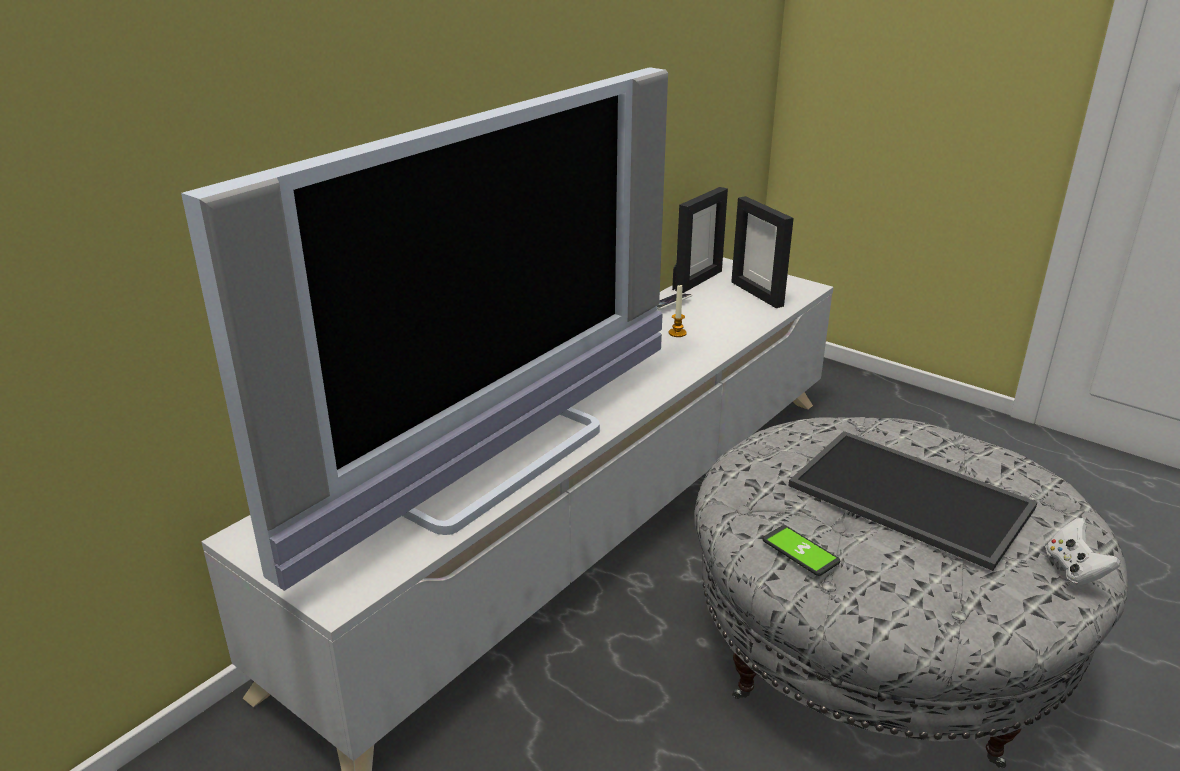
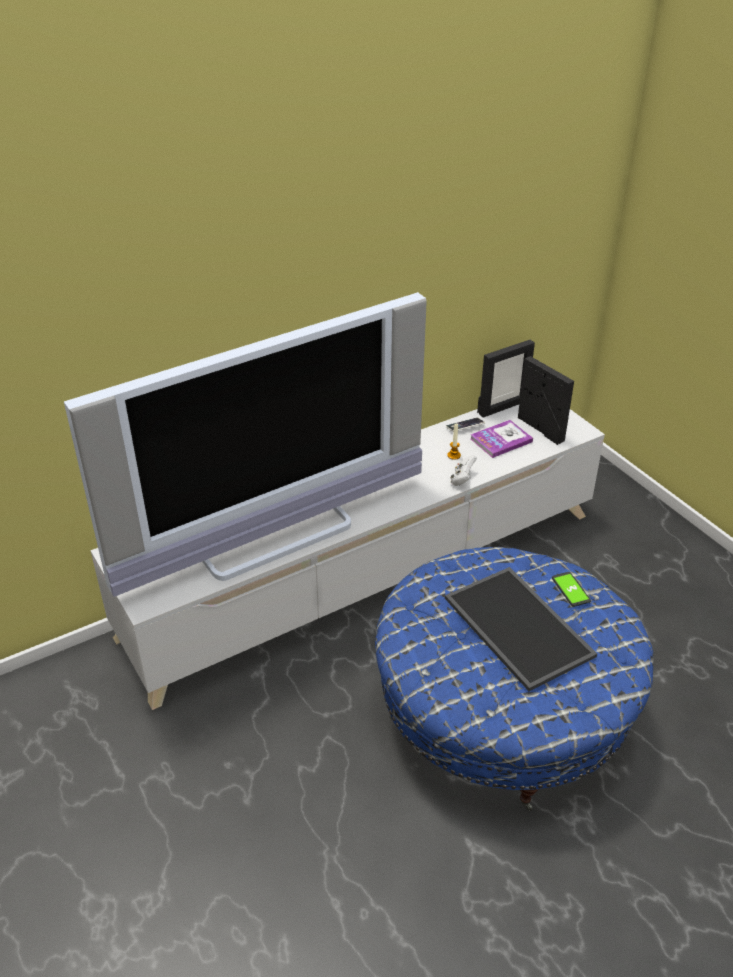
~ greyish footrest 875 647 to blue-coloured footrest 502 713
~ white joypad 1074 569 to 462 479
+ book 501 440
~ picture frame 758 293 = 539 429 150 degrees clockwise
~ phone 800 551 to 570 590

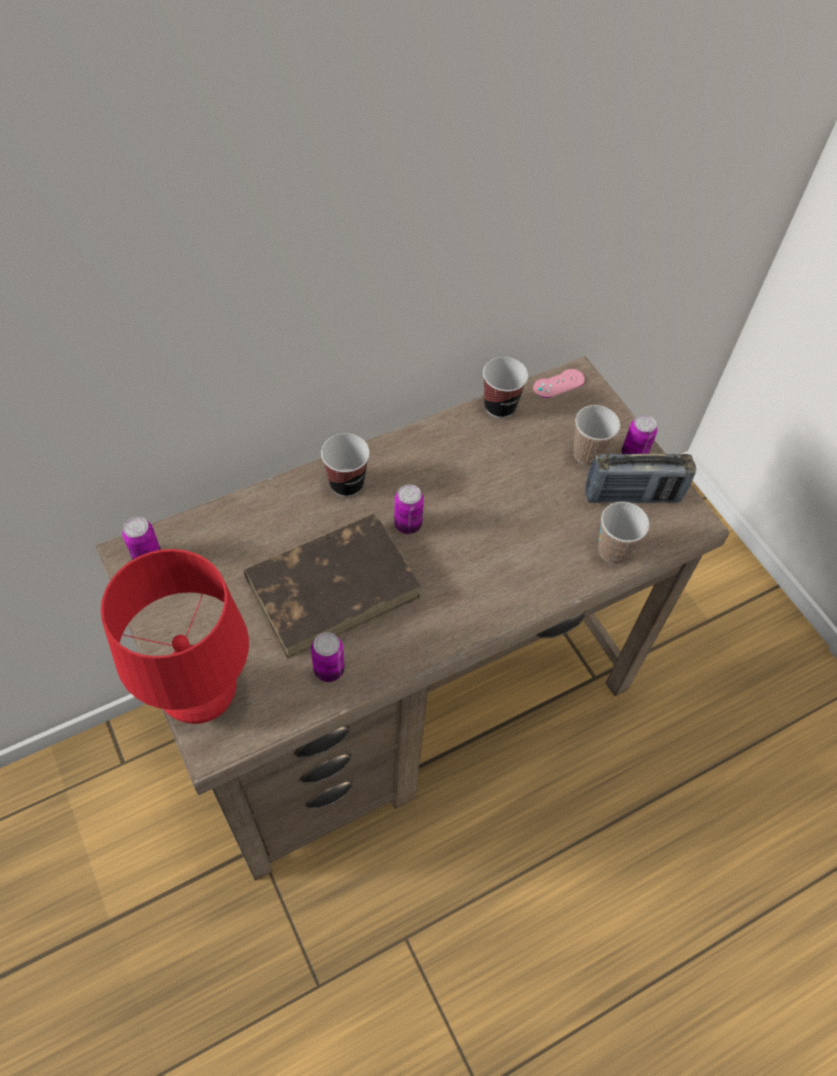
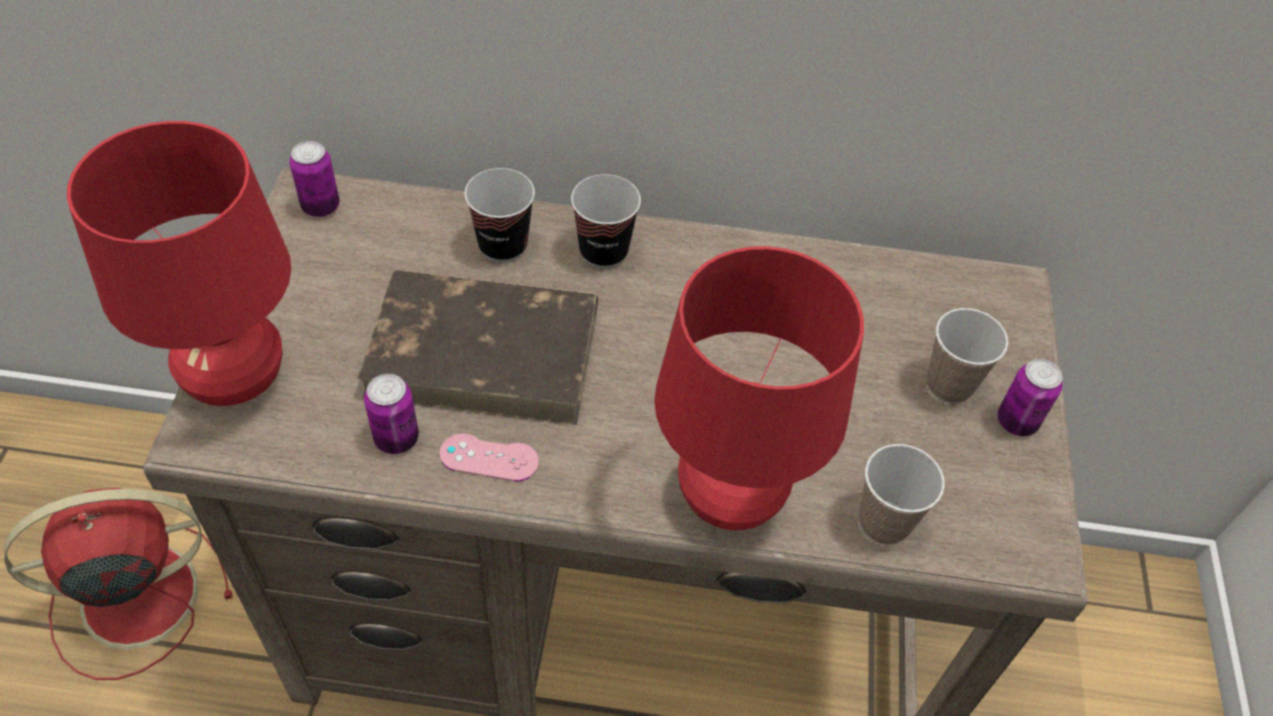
+ red electric fan 134 597
~ pink-coloured joypad 558 384 to 489 458
~ cup 500 406 to 503 245
+ red table lamp 729 499
- can 408 524
- radio receiver 632 496

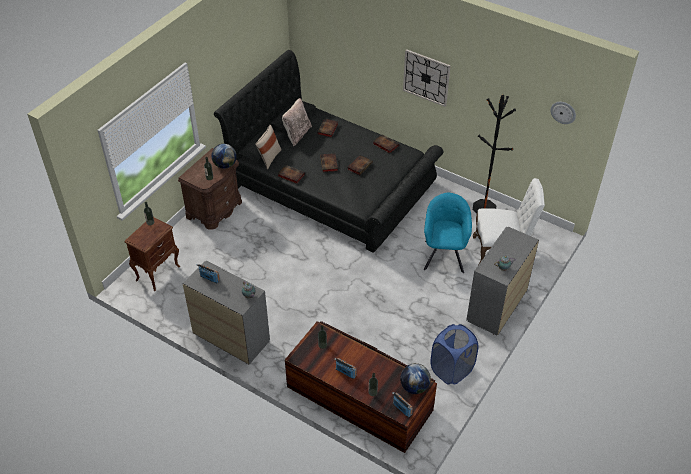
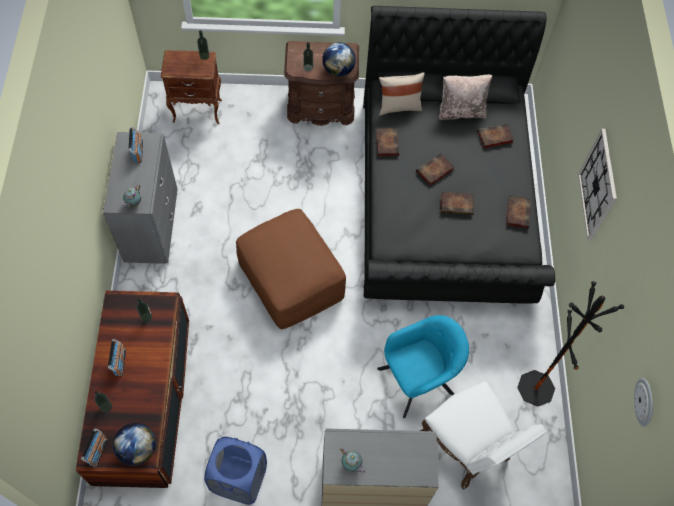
+ brownish footrest 290 278

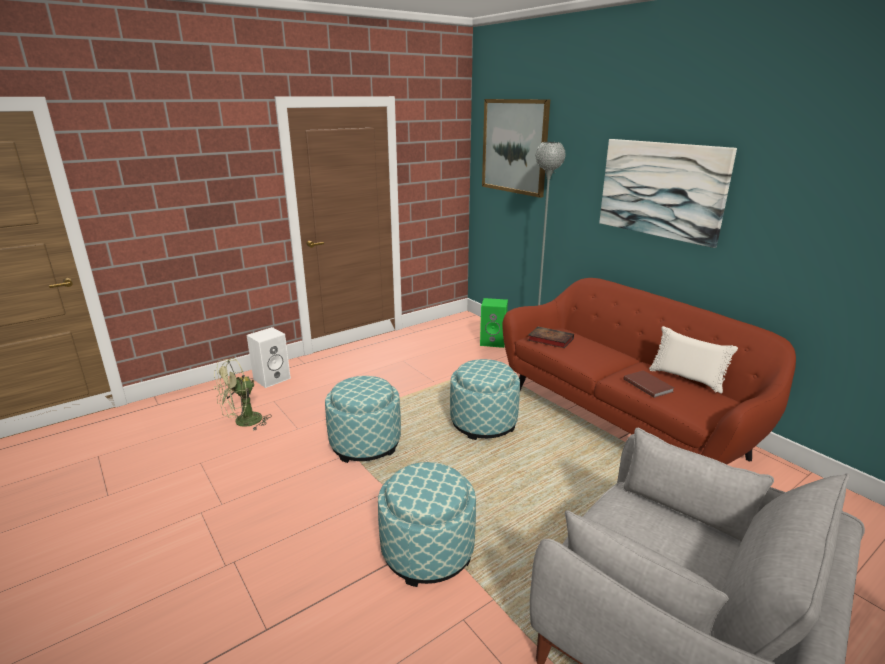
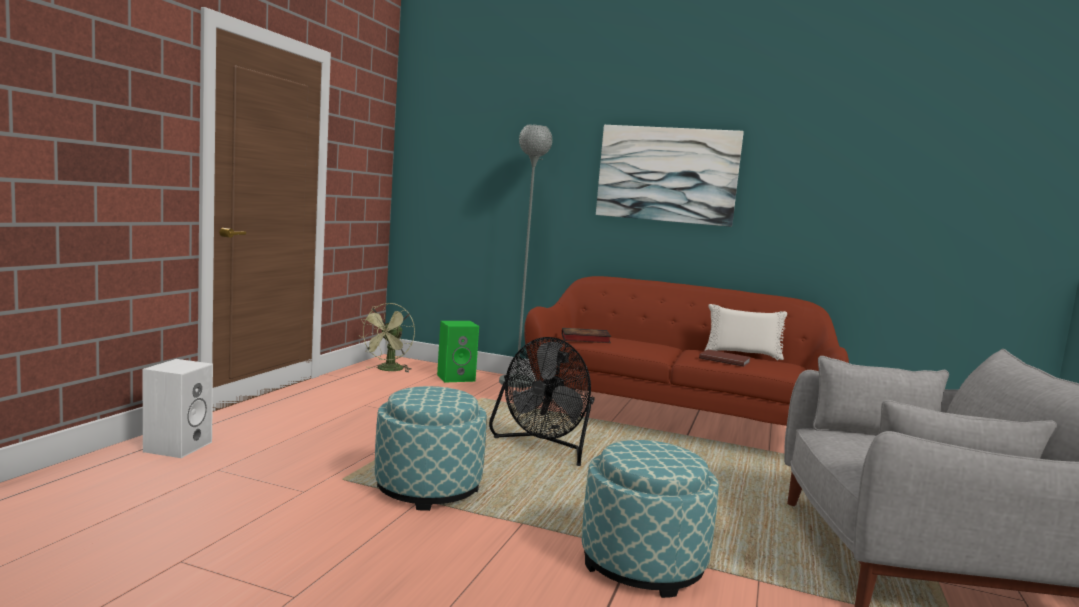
~ green-coloured electric fan 243 422 to 388 370
~ footrest 483 423 to blackish electric fan 544 445
- wall art 514 146

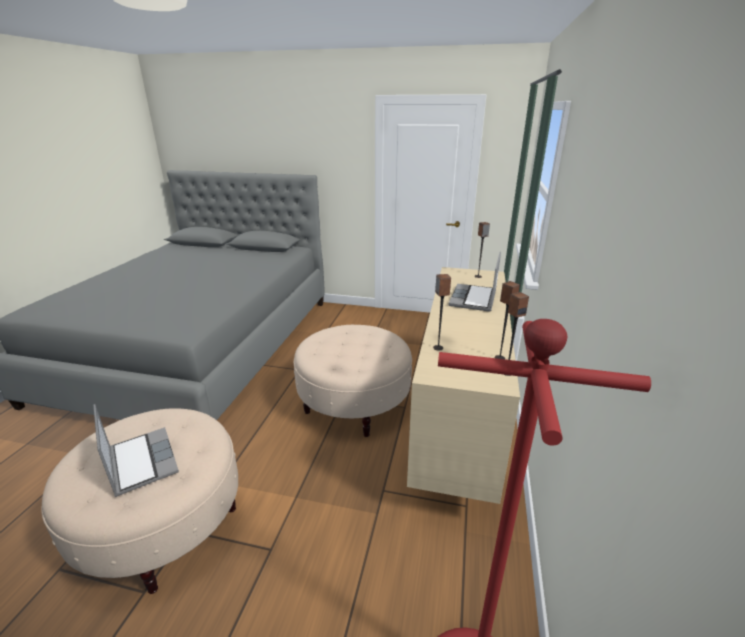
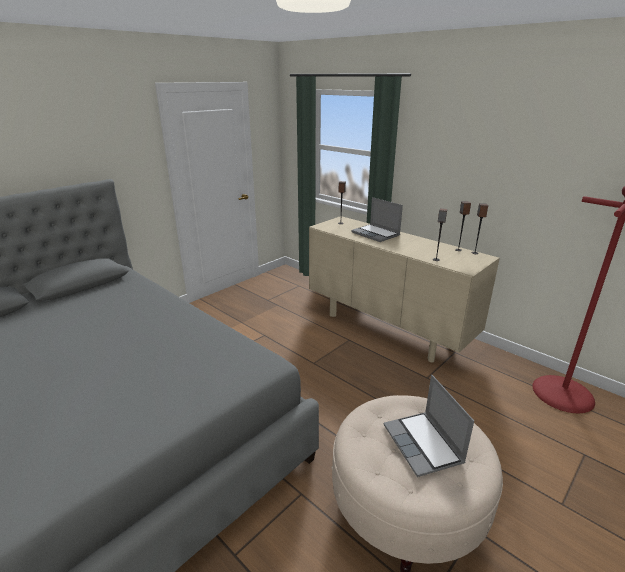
~ notebook computer 141 461 = 424 445 105 degrees counterclockwise
- sand-coloured footrest 354 403

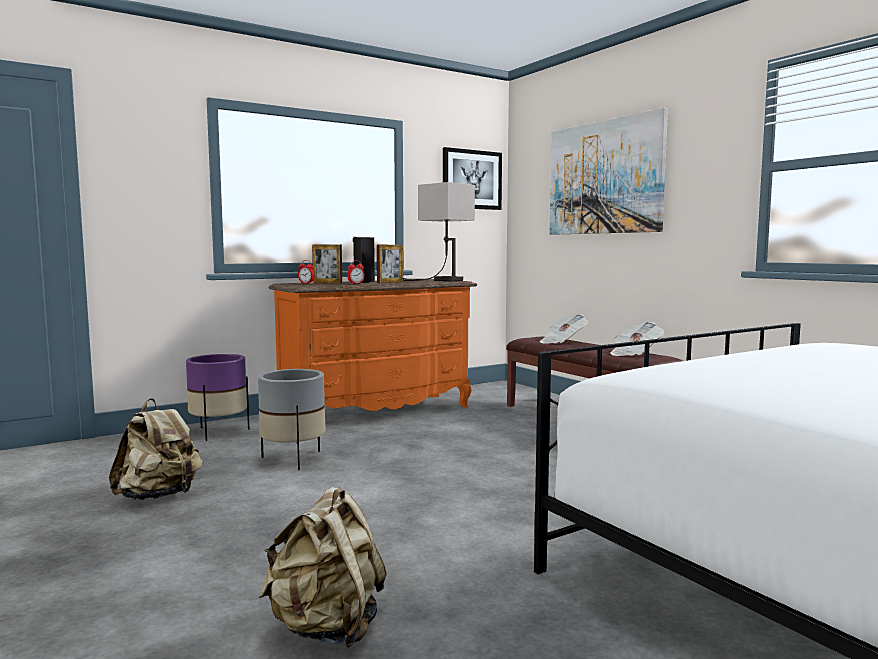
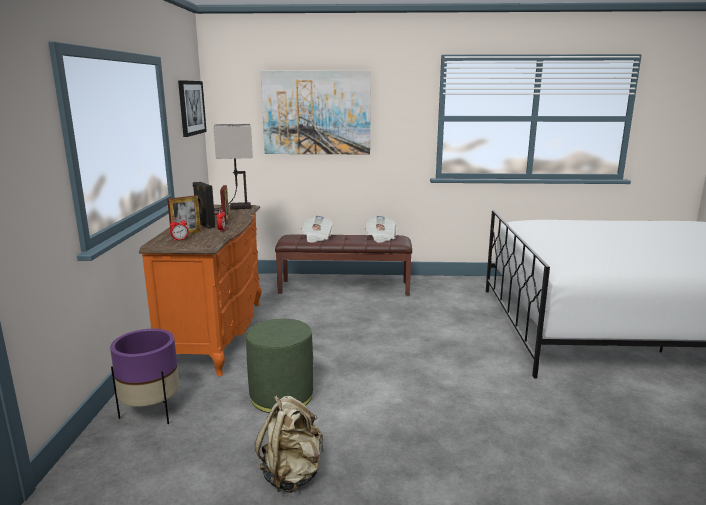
~ greyish planter 293 459 to green-coloured footrest 281 396
- sand-coloured rucksack 327 627

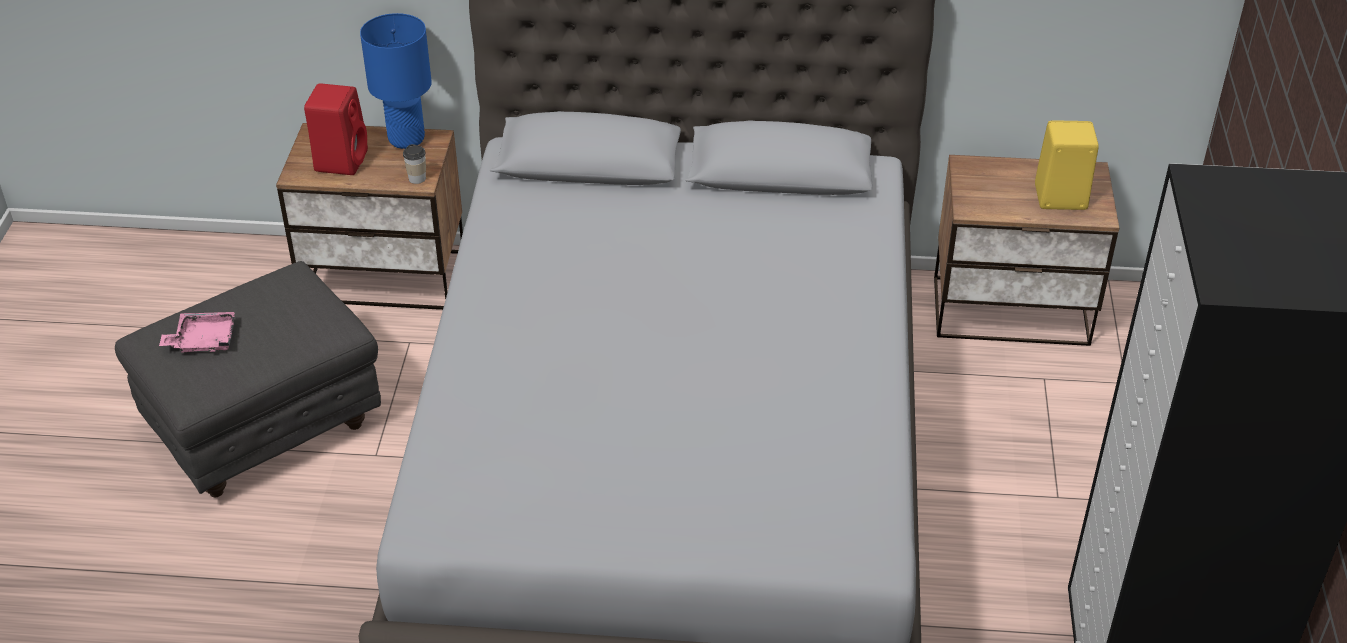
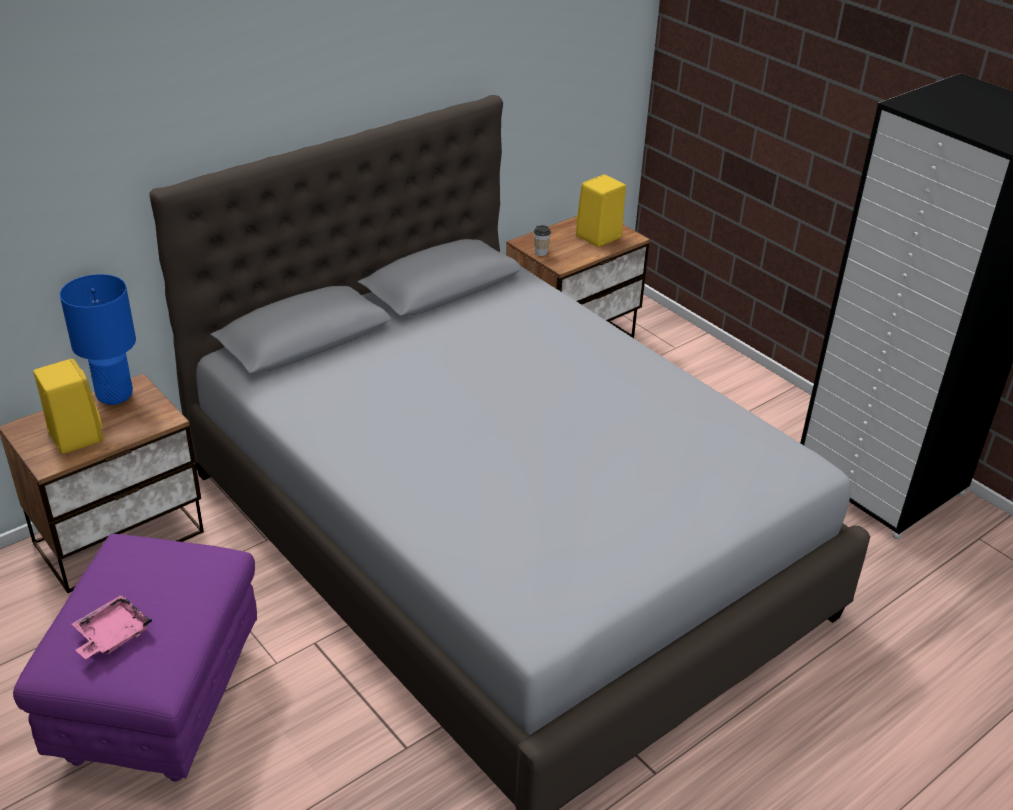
~ greyish footrest 265 430 to purple footrest 158 703
~ red loudspeaker 341 160 to yellow loudspeaker 74 435
~ cup 417 178 to 541 253

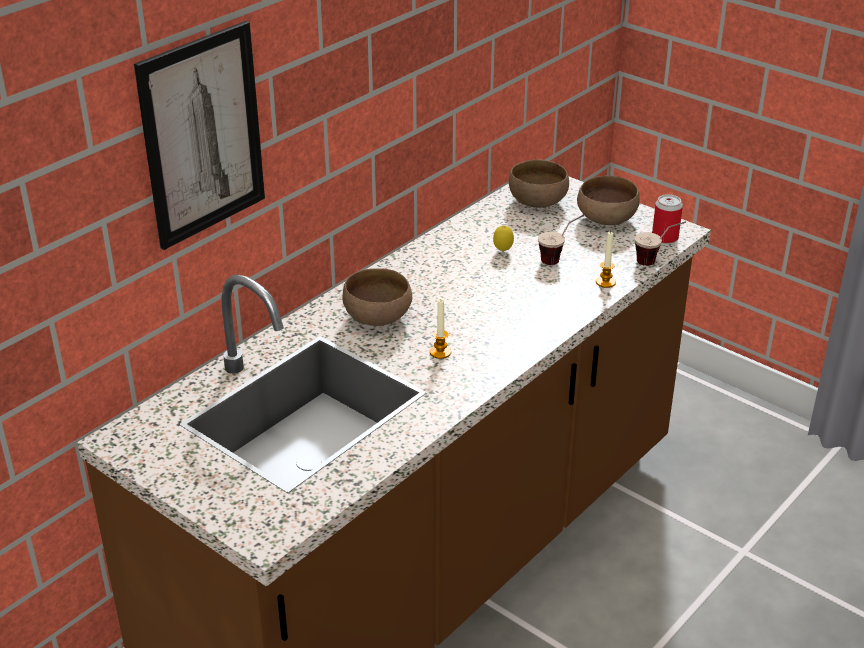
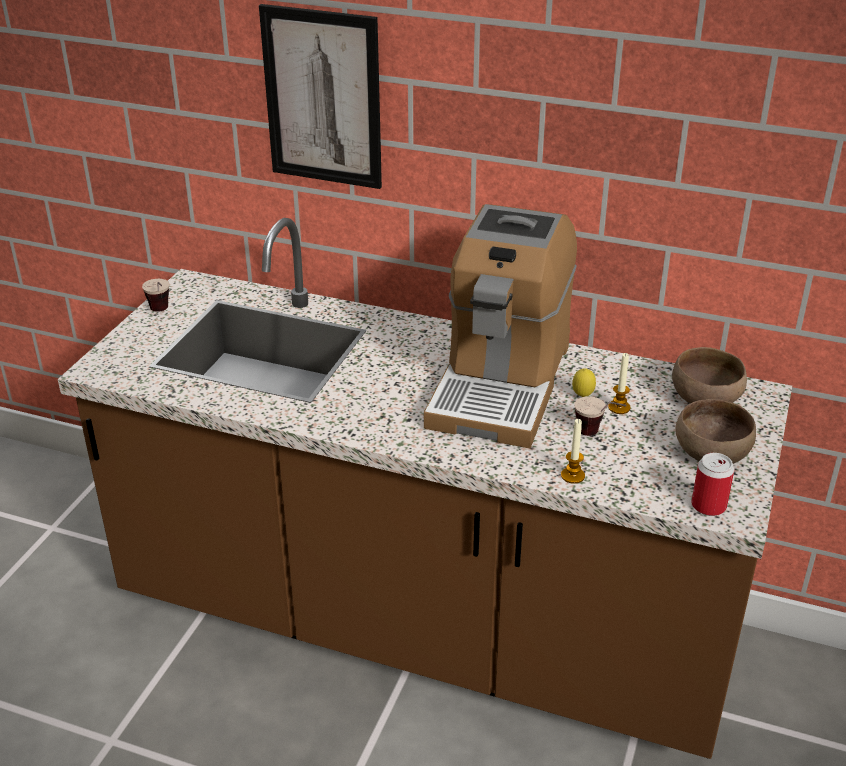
~ cup 656 261 to 161 312
+ coffee maker 501 383
~ candle 440 352 to 619 407
- brownish bowl 379 317

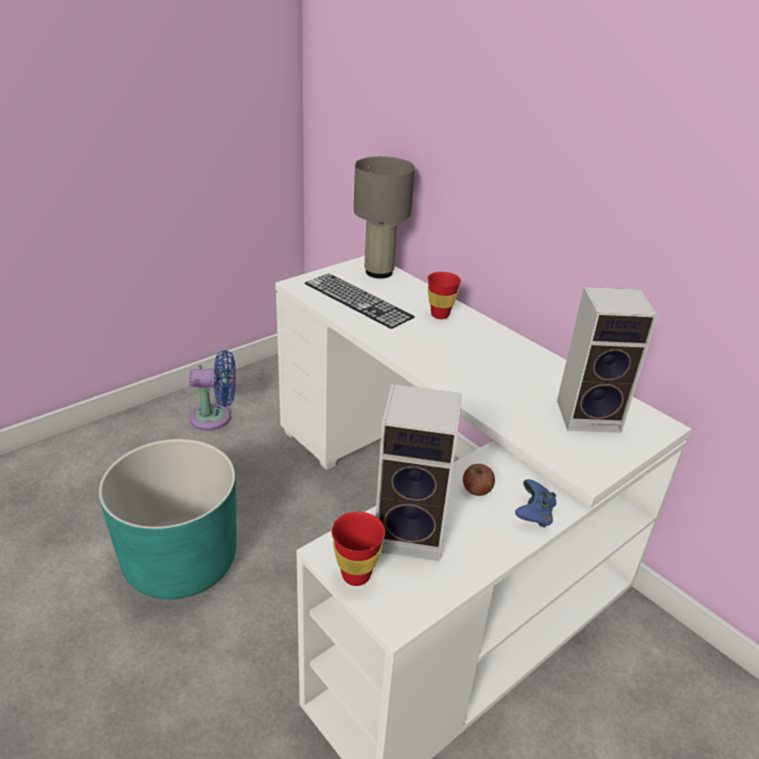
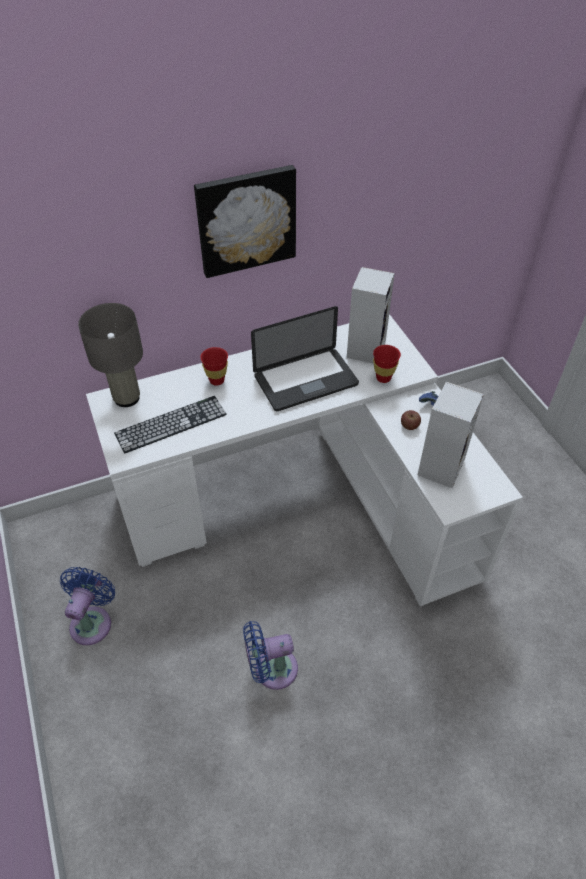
+ wall art 246 220
~ turquoise-coloured planter 180 561 to blue-coloured electric fan 271 669
+ notebook computer 306 380
~ red cup 356 575 to 383 378

